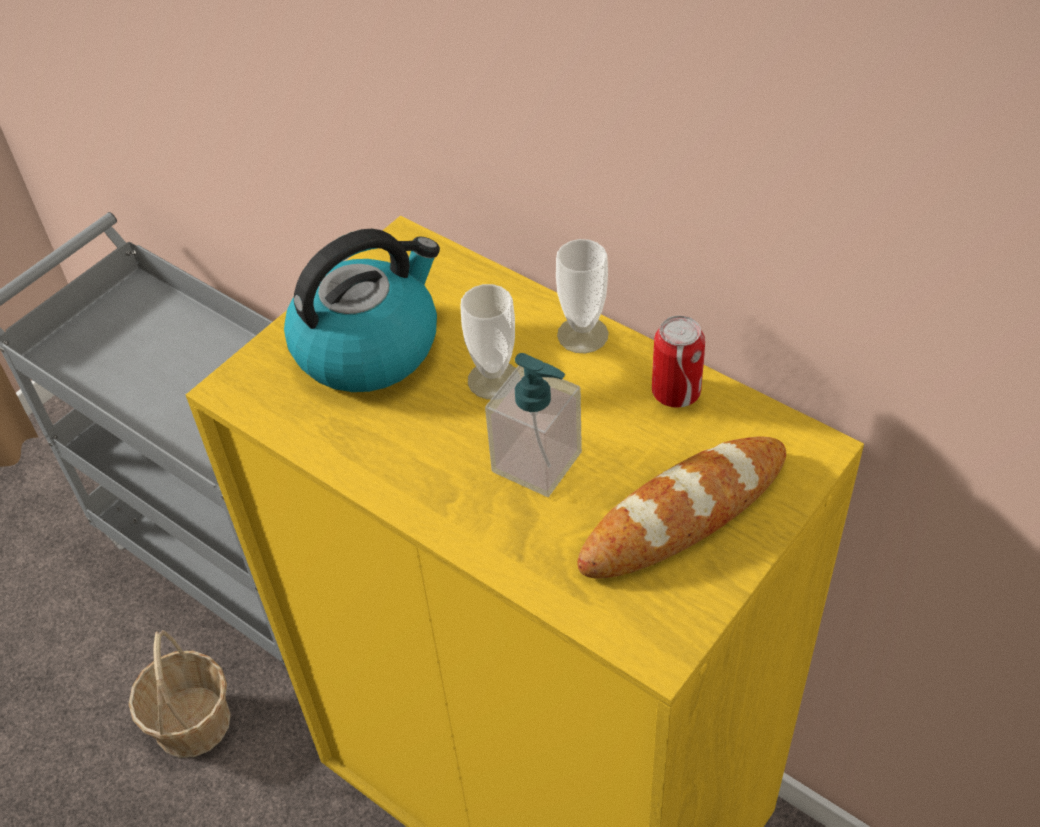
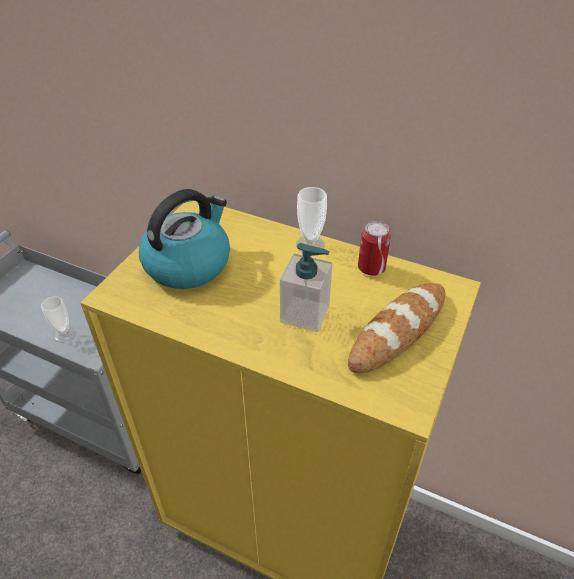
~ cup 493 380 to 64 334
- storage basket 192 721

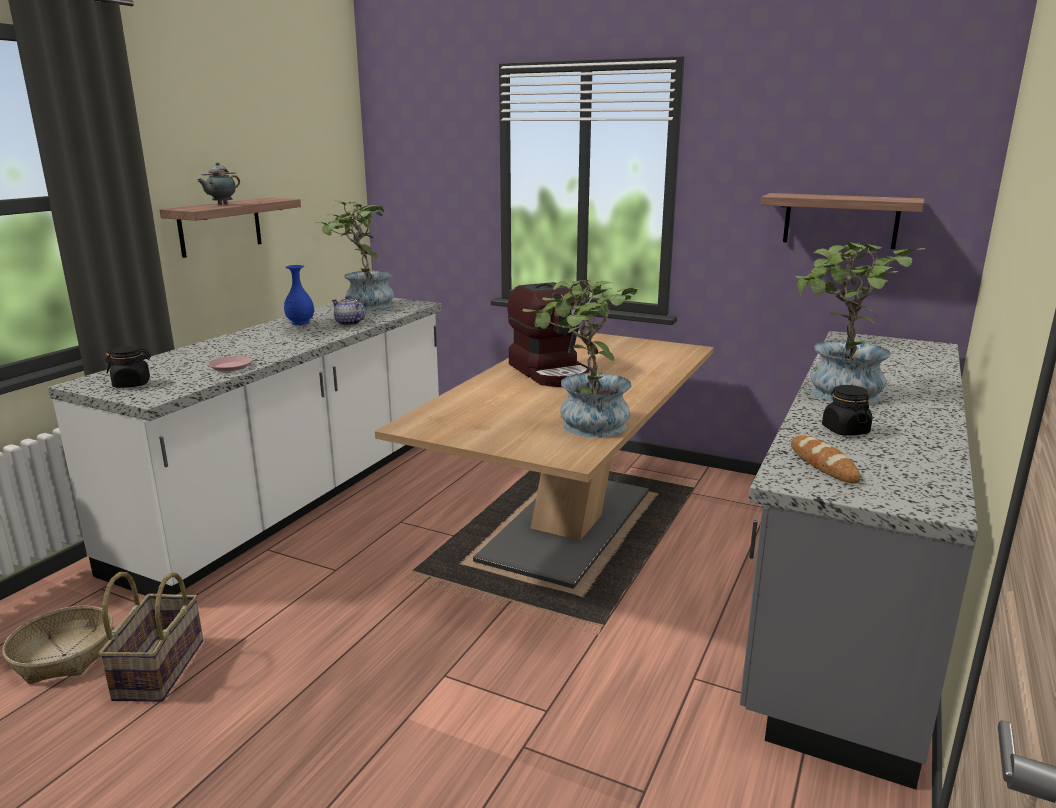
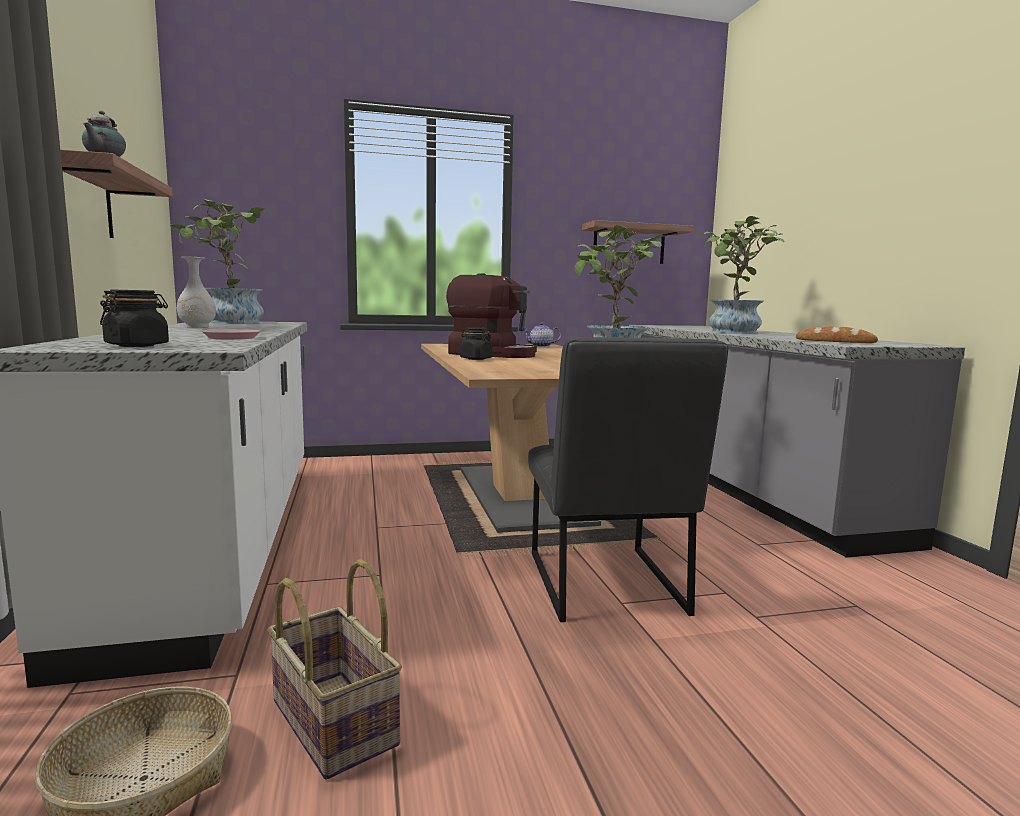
~ blue-coloured flower vase 300 322 to white flower vase 197 327
~ blackish storage jar 845 430 to 475 359
~ pot for tea 348 323 to 540 346
+ greyish plain chair 605 584

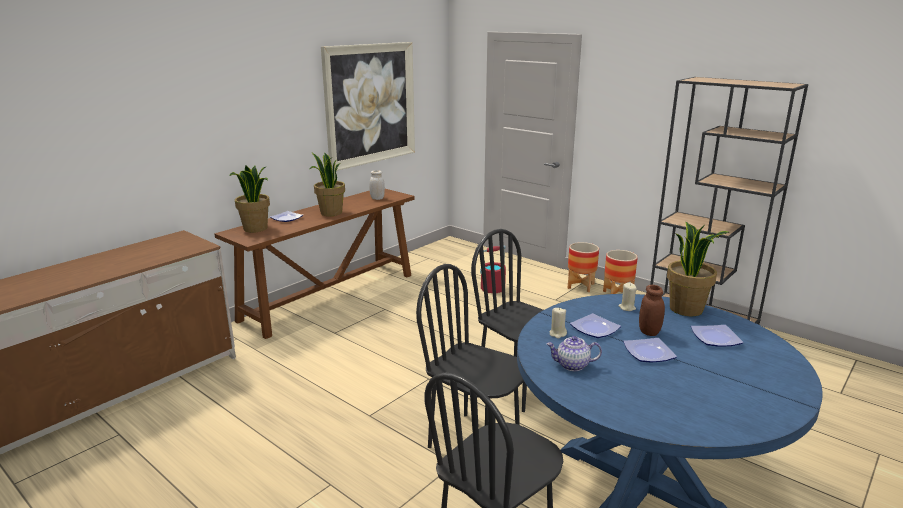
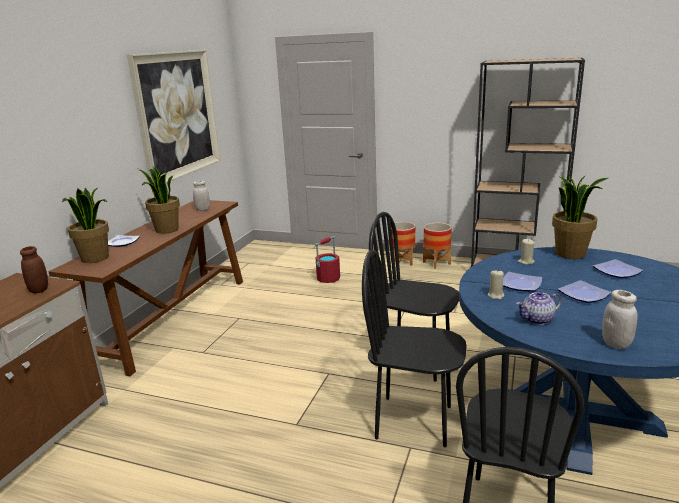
~ brownish storage jar 649 332 to 39 290
+ white storage jar 616 344

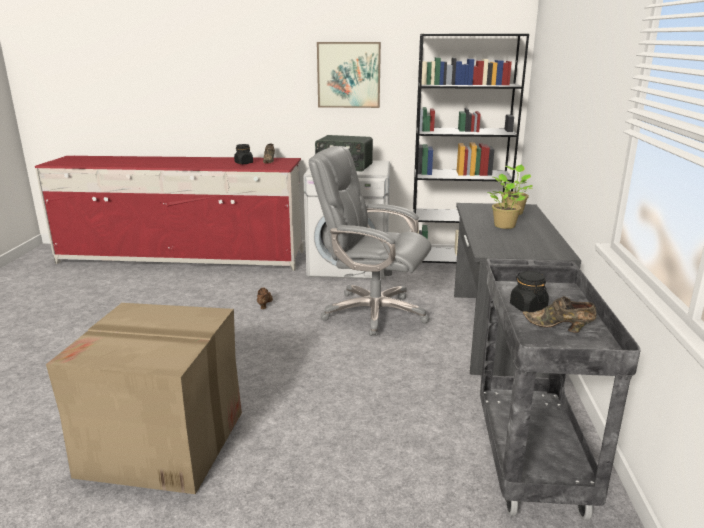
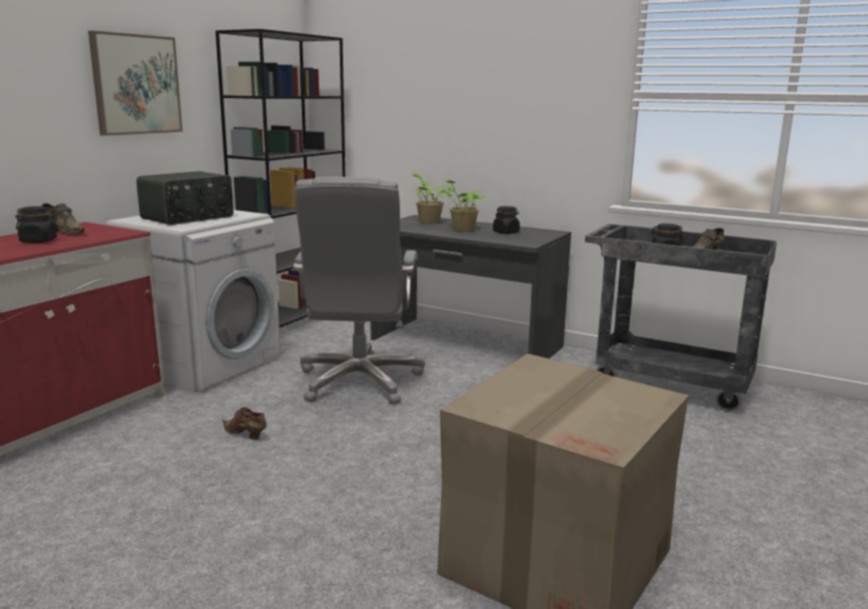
~ greyish computer chair 373 313 = 359 381 45 degrees counterclockwise
+ blackish storage jar 506 232

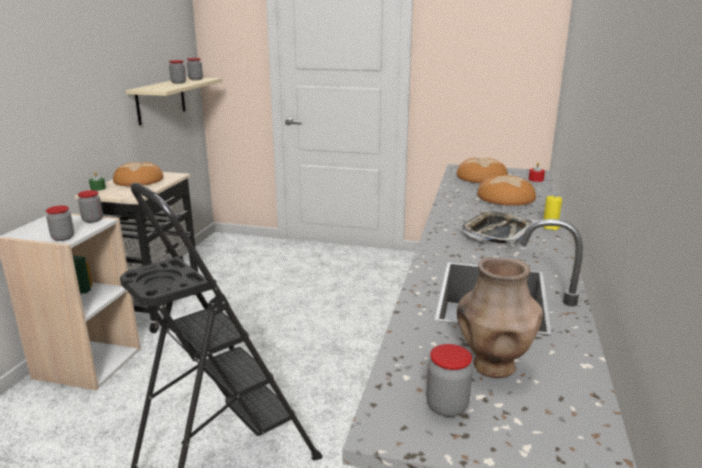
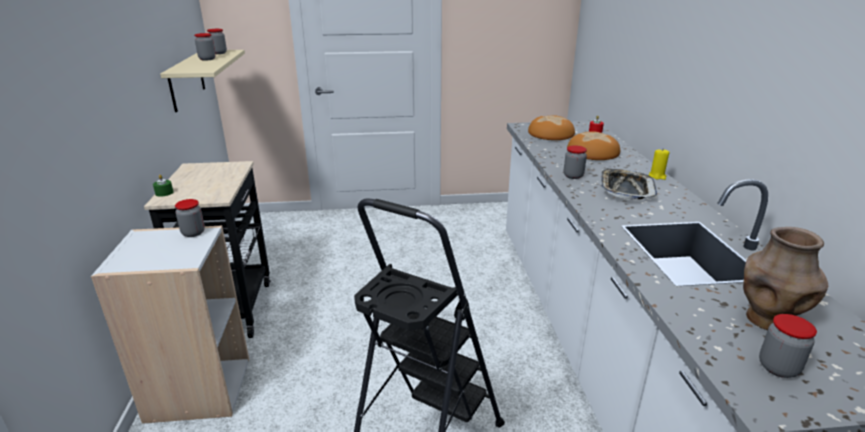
~ storage jar 63 238 to 573 176
- baked bread 138 180

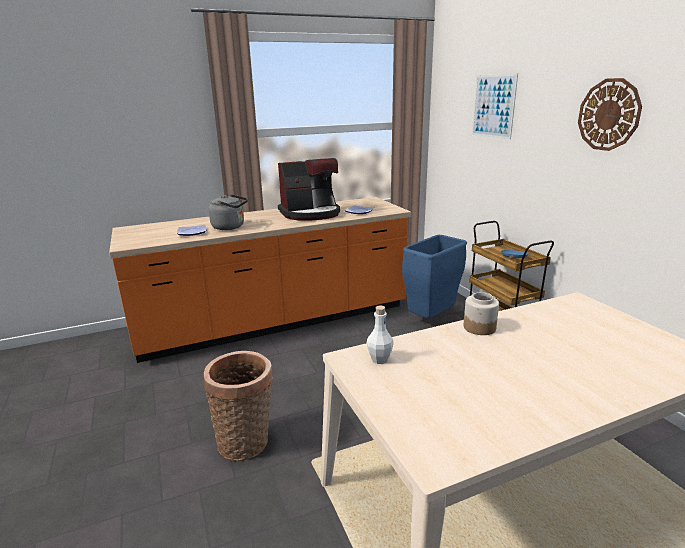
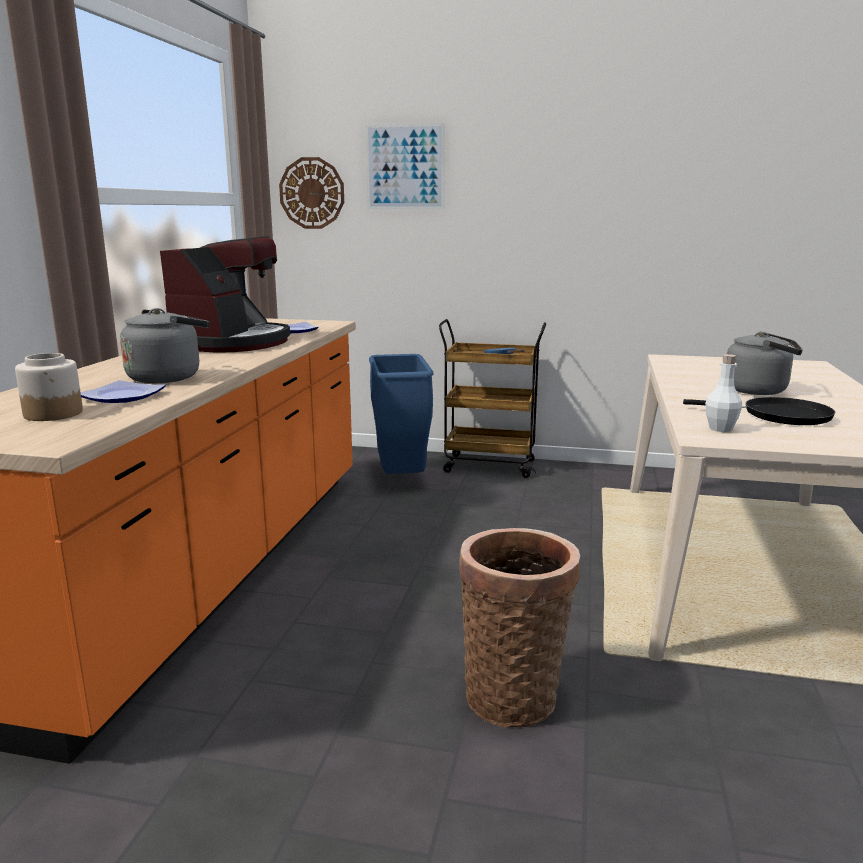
~ storage jar 480 327 to 54 413
~ hanging clock 608 115 to 312 193
+ blackish frying pan 780 416
+ greyish tea kettle 759 390

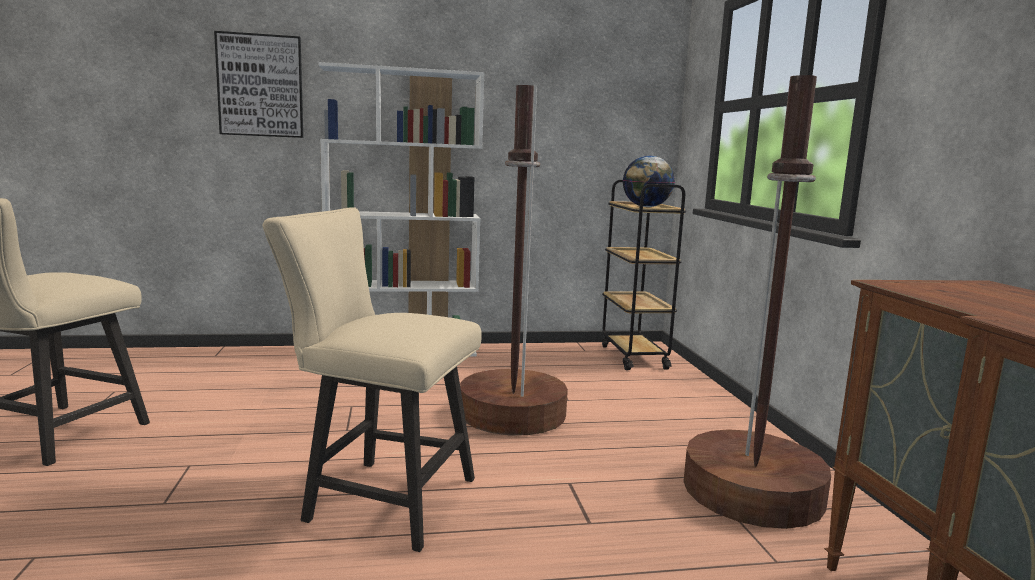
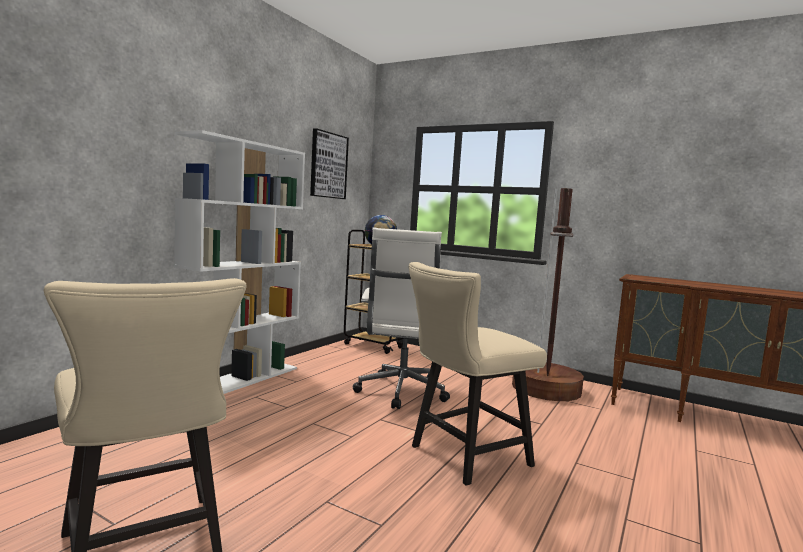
~ wall art 260 86 to 328 165
~ brownish standard lamp 512 414 to white computer chair 401 393

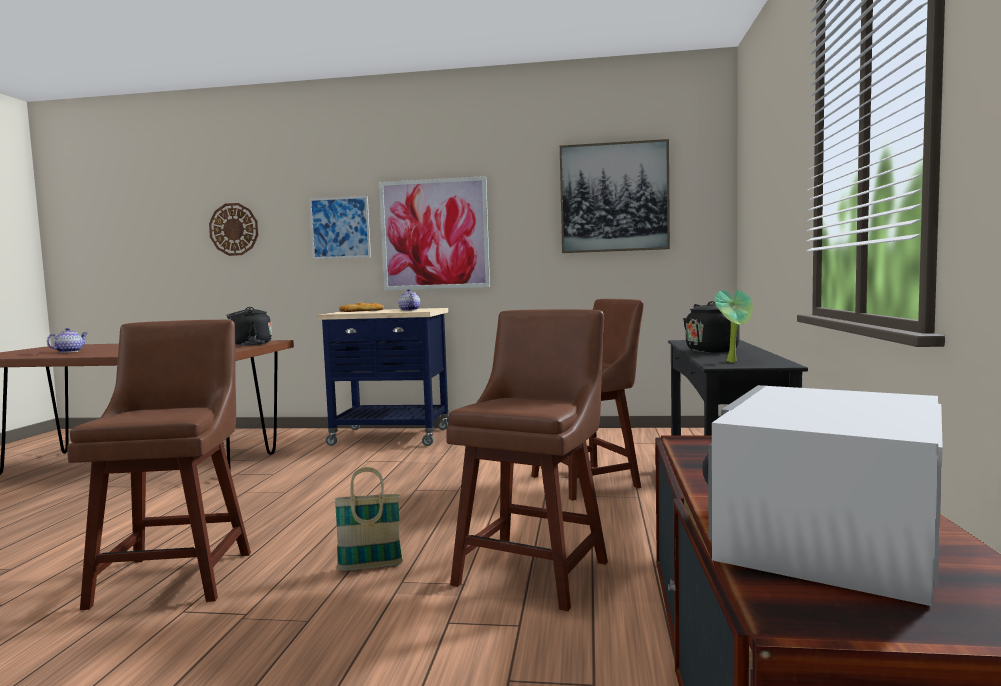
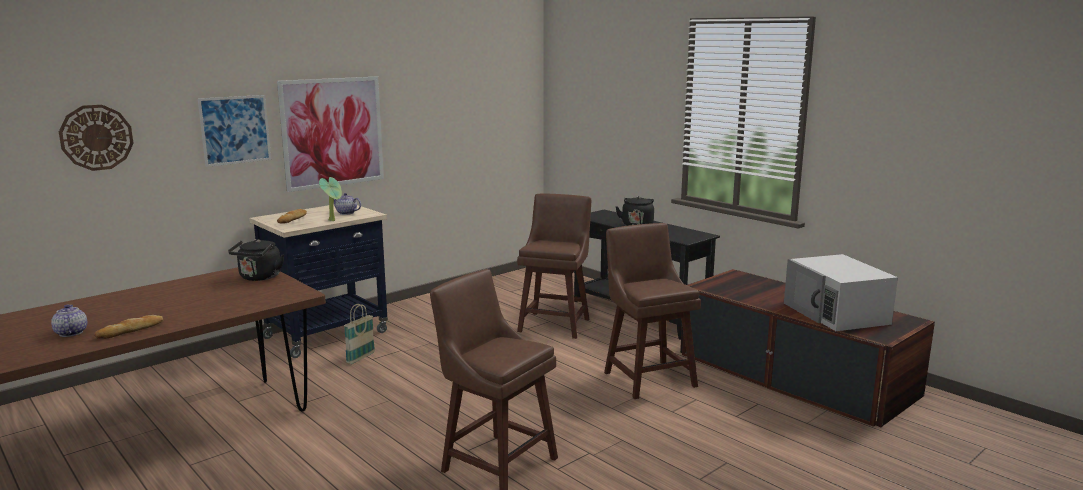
+ baked bread 131 330
~ houseplant 734 362 to 333 220
~ storage basket 370 566 to 361 358
- wall art 614 197

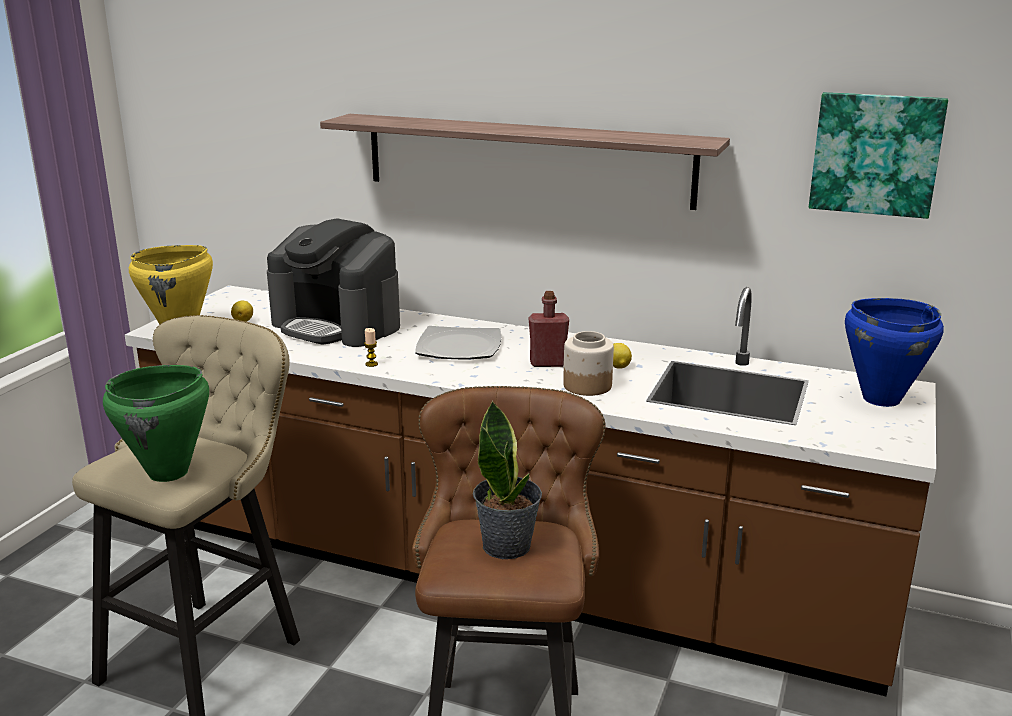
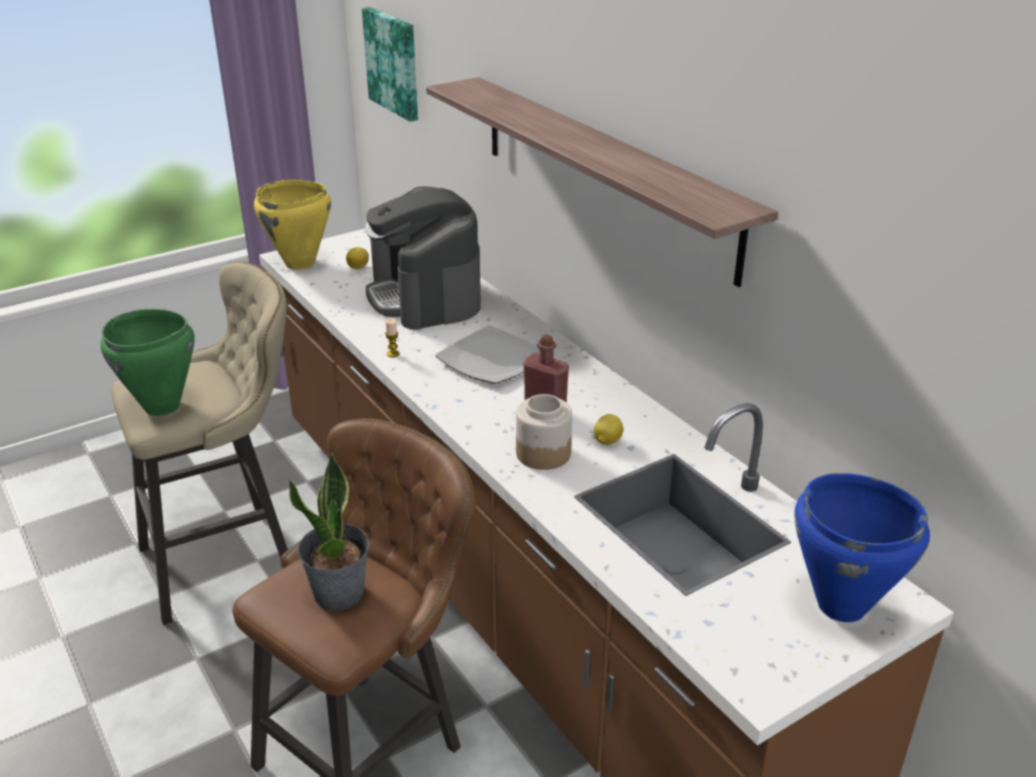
~ wall art 876 154 to 394 63

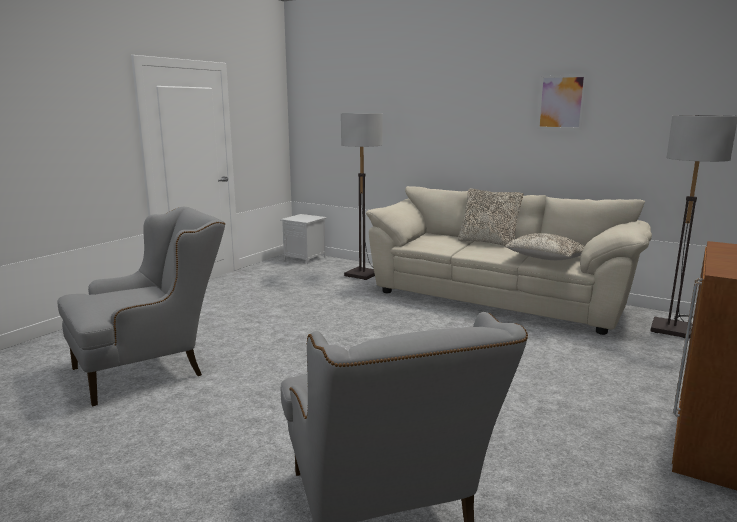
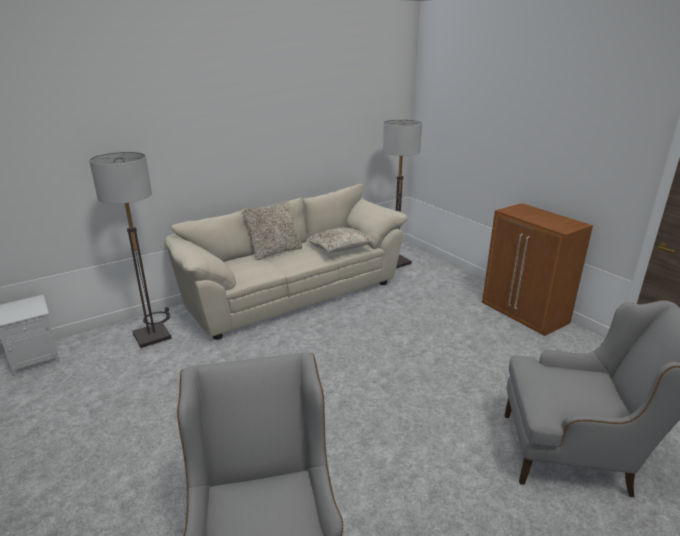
- wall art 561 102

